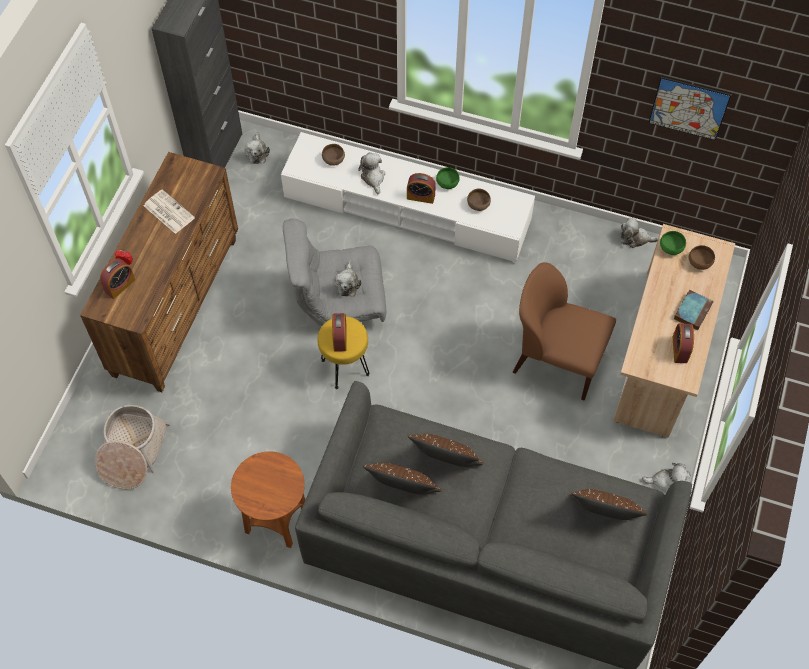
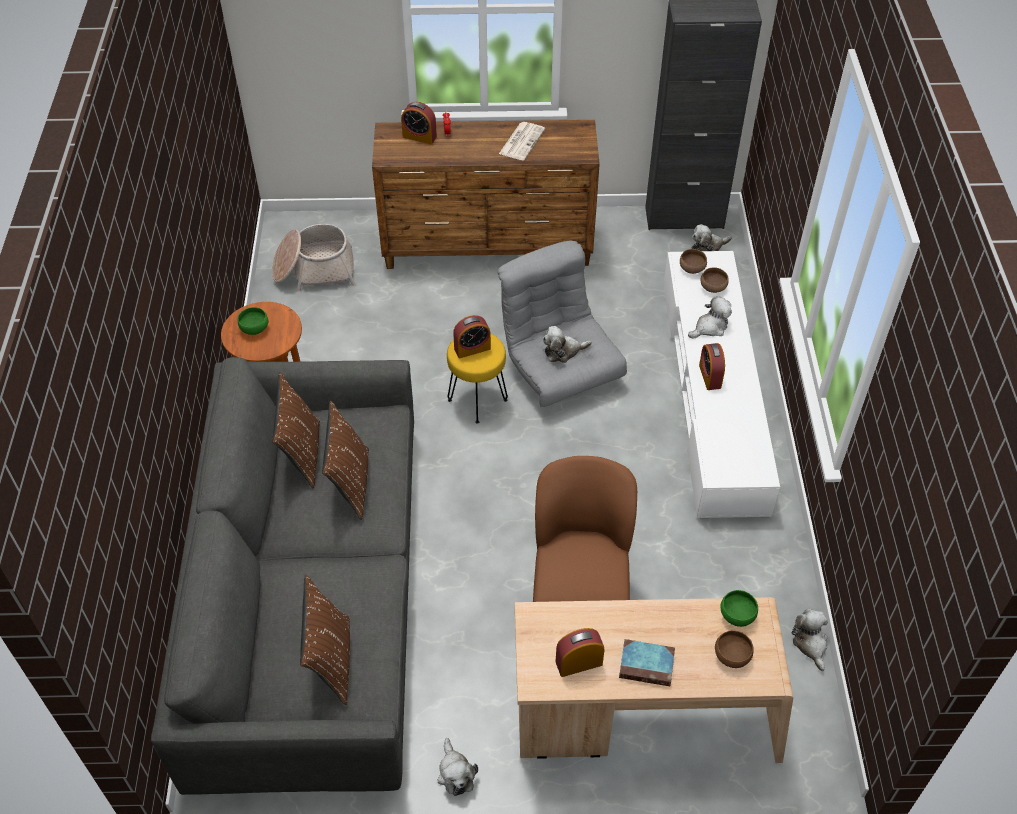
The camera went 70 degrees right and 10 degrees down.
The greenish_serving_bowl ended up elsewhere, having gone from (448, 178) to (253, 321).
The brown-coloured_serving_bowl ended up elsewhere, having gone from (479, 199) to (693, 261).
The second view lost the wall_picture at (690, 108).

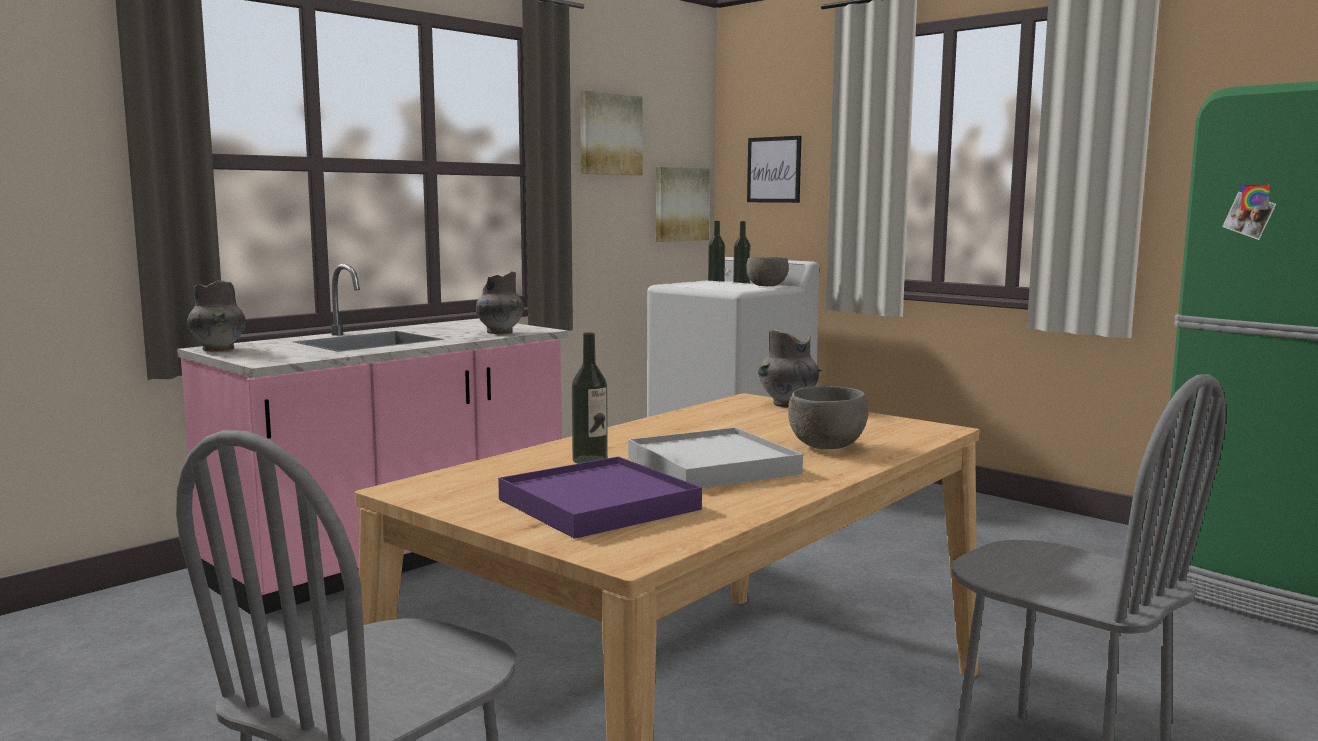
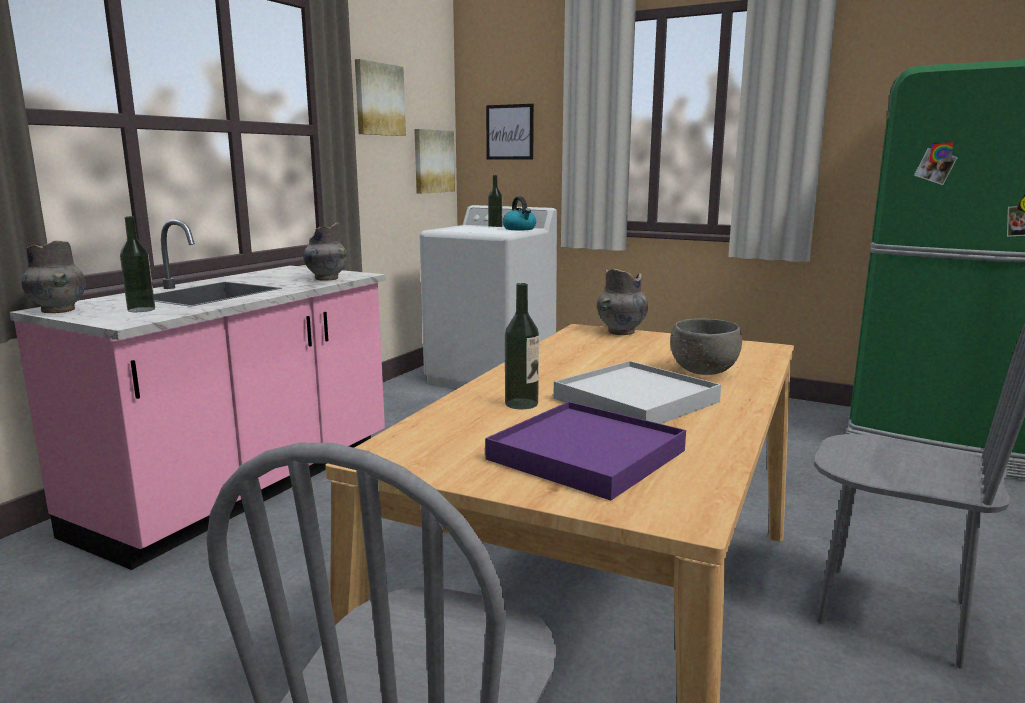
The camera went 15 degrees left and 5 degrees up.
The bottle ended up elsewhere, having gone from (716, 252) to (137, 264).
Where the greyish_serving_bowl stood at (767, 271), the kettle came to stand at (519, 213).

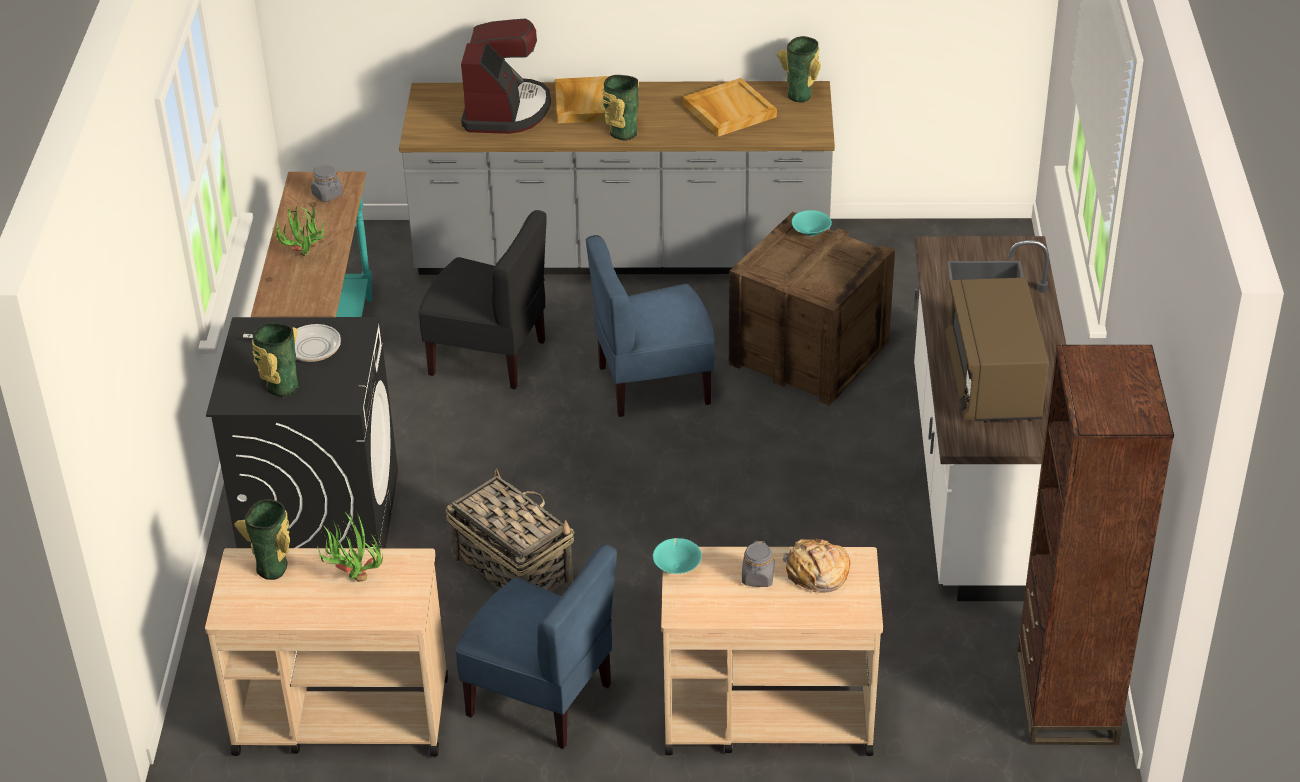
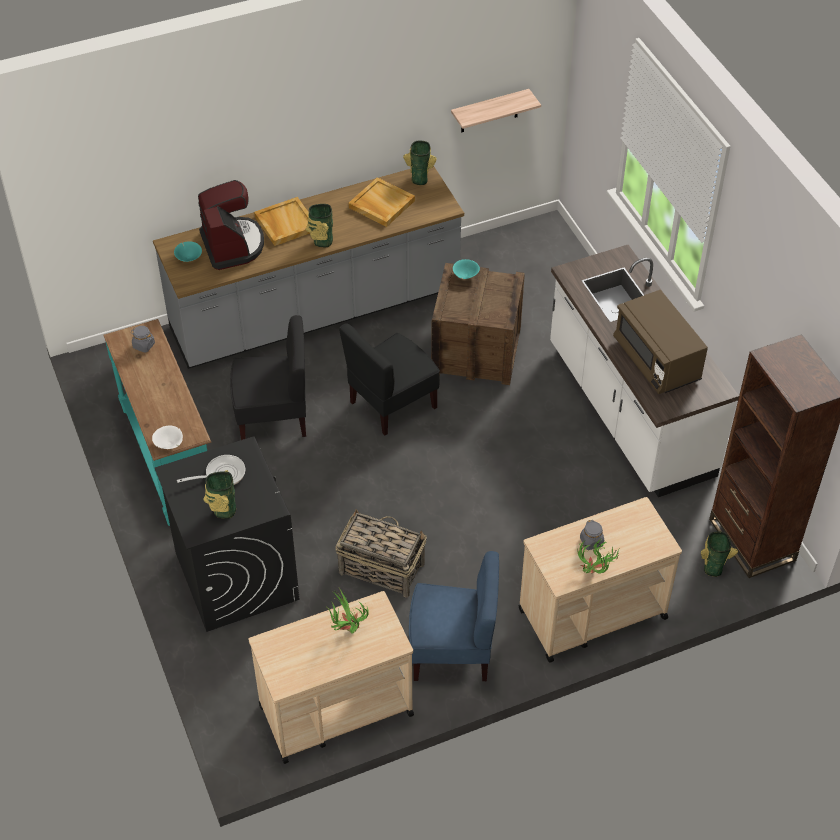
The camera went 25 degrees left and 10 degrees up.
The second view gained the white-coloured_serving_bowl at (167, 437).
The turquoise_serving_bowl ended up elsewhere, having gone from (677, 556) to (188, 251).
What was the blue_upright_chair at (650, 326) turned into the blackish_upright_chair at (389, 379).
The second view gained the shelf at (496, 110).
The houseplant ended up elsewhere, having gone from (299, 230) to (599, 556).
The flower_vase ended up elsewhere, having gone from (262, 539) to (719, 554).
The second view lost the baked_bread at (816, 566).

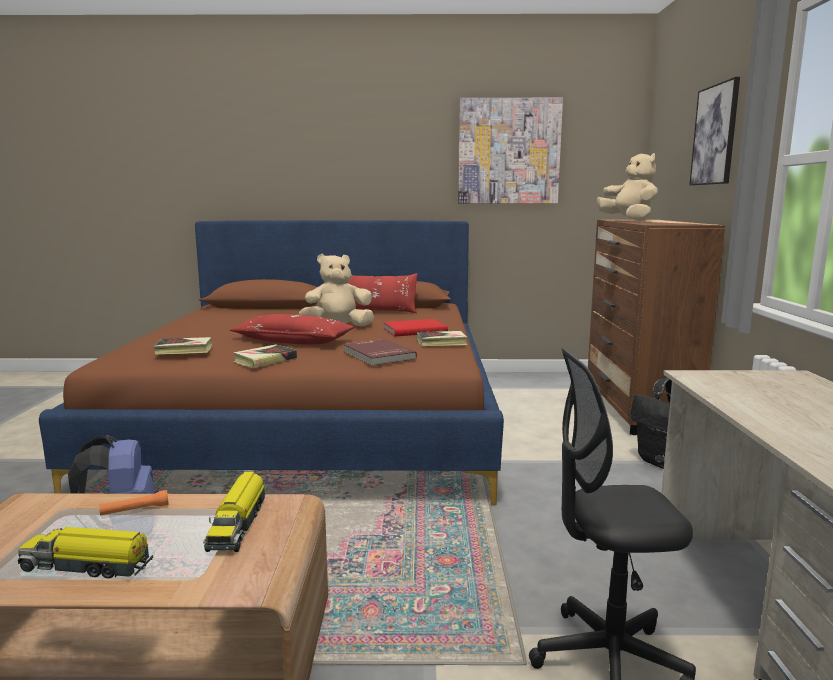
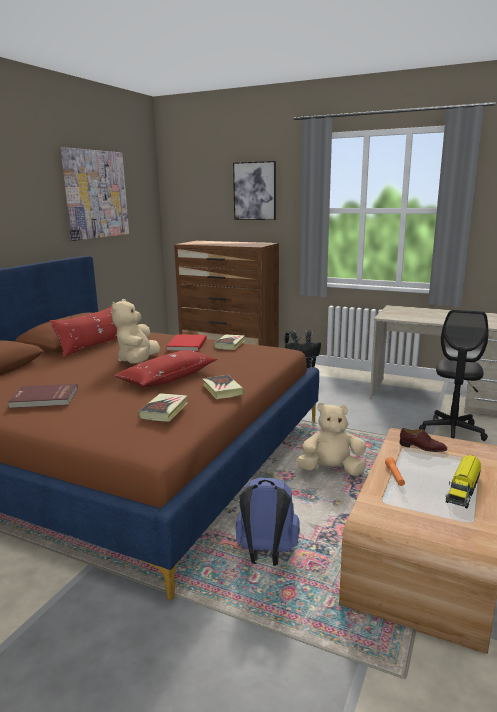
The camera went 65 degrees left and 5 degrees up.
The red_volume ended up elsewhere, having gone from (380, 352) to (43, 396).
The beige-coloured_soft_toy ended up elsewhere, having gone from (627, 187) to (331, 439).
Where the toy_truck stood at (234, 511), the brown-coloured_item_of_footwear came to stand at (423, 440).

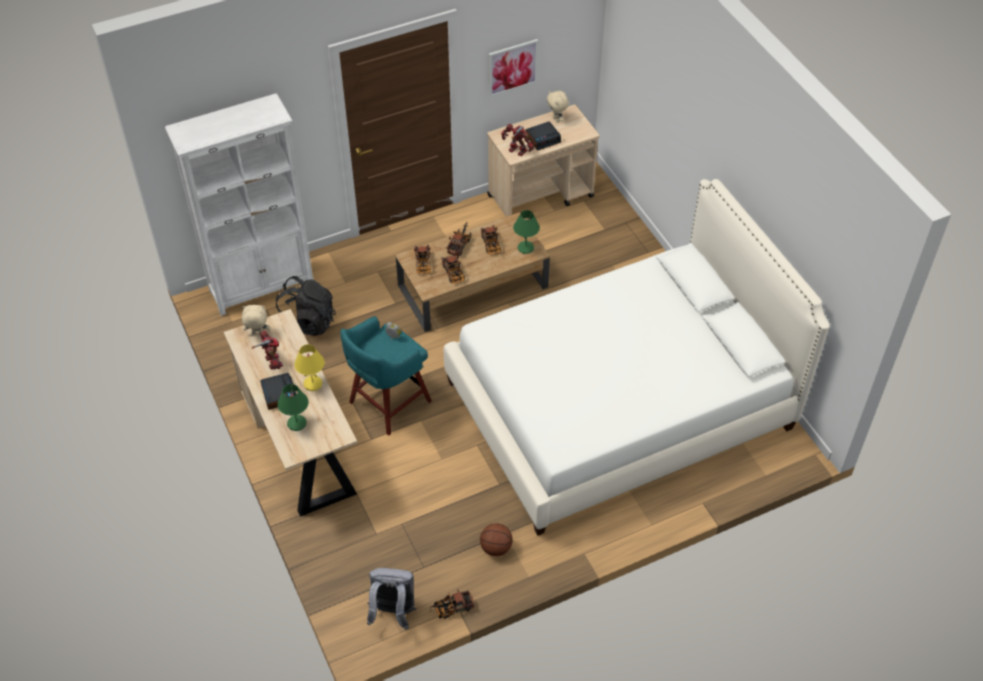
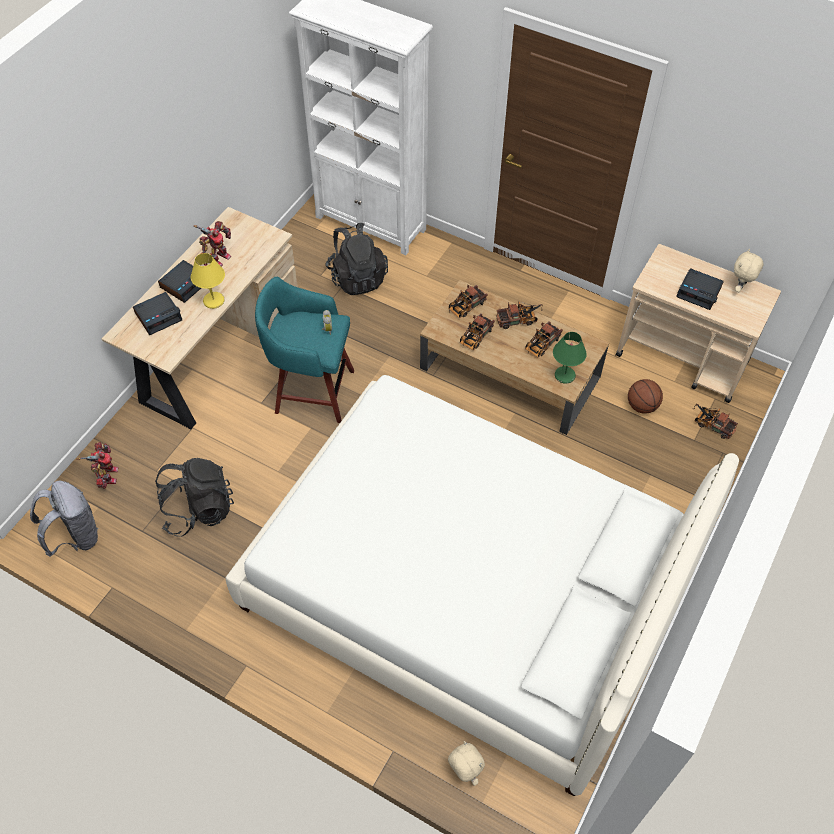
The camera went 55 degrees right and 5 degrees up.
The model_robot ended up elsewhere, having gone from (517, 139) to (97, 465).
Where the greenish_lamp_for_a_table stood at (293, 407), the table_clock came to stand at (157, 313).
The second view gained the blackish_backpack at (194, 497).
The beige-coloured_soft_toy ended up elsewhere, having gone from (256, 320) to (466, 763).
The basketball ended up elsewhere, having gone from (496, 539) to (645, 396).
The toy_truck ended up elsewhere, having gone from (452, 604) to (716, 421).
The second view lost the wall_picture at (514, 68).

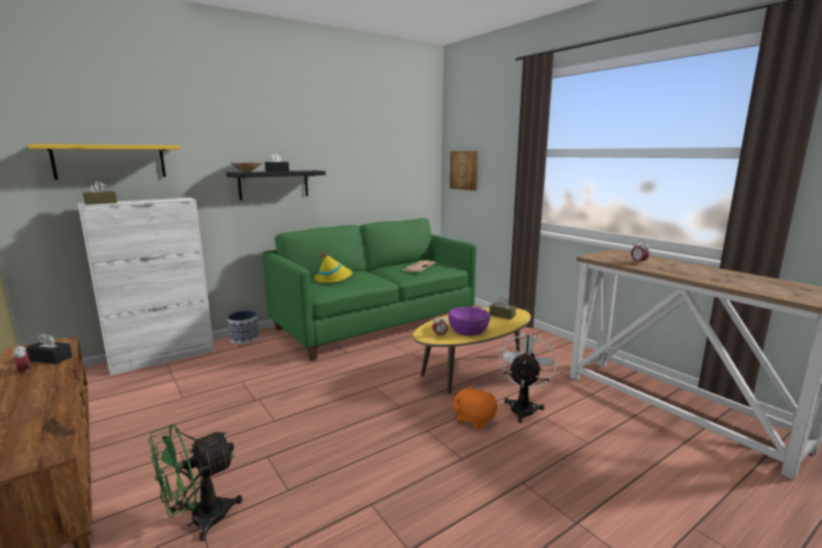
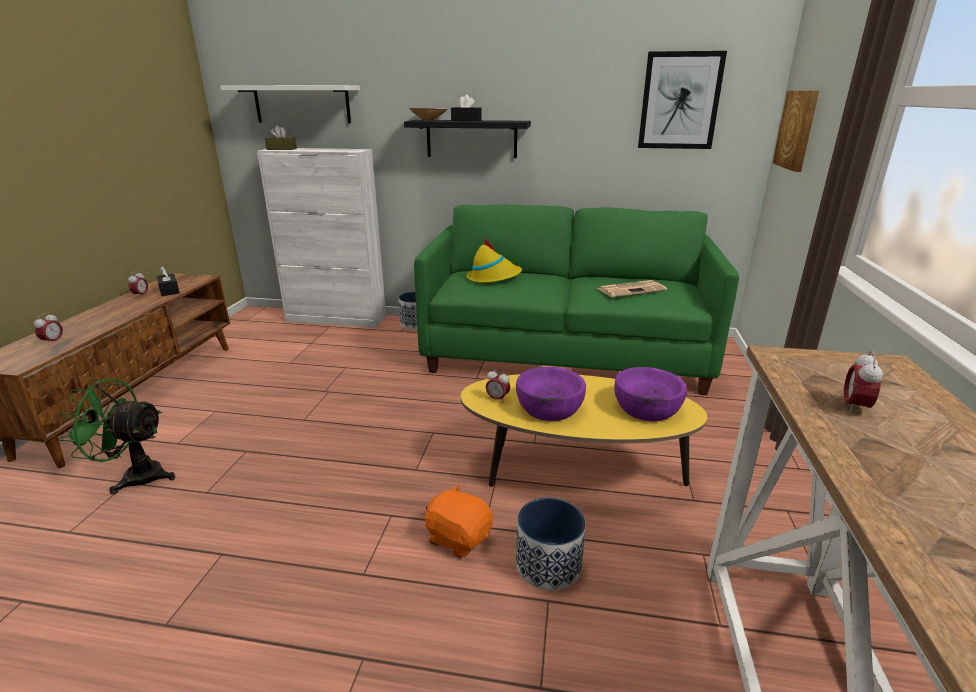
The camera went 45 degrees right and 10 degrees up.
The second view gained the table_clock at (48, 329).
What was the yellow_shelf at (104, 162) turned into the white-coloured_shelf at (290, 104).
The orange-coloured_soft_toy at (474, 407) ended up facing another way, 45 degrees counterclockwise from before.
Where the white-coloured_fan stood at (528, 377), the flower_pot came to stand at (551, 544).
Where the brown-coloured_box_of_tissues stood at (502, 308), the purplish_serving_bowl came to stand at (650, 394).
The second view gained the wall_picture at (682, 100).

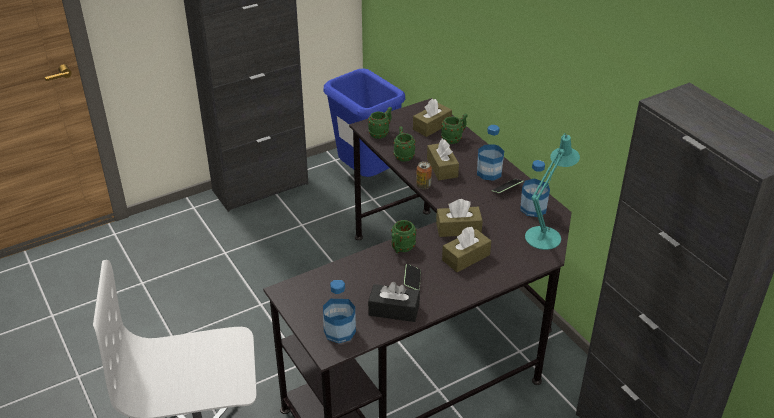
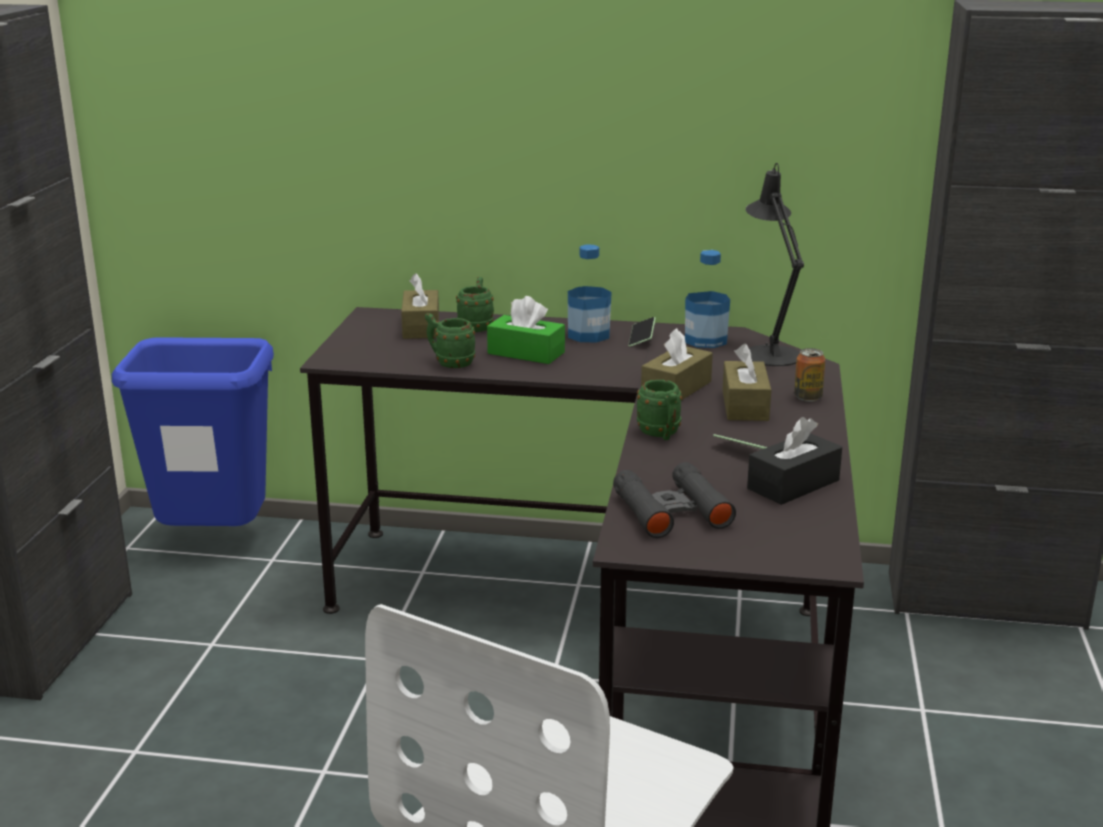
The camera went 50 degrees left and 15 degrees down.
What was the brown-coloured_box_of_tissues at (443, 159) turned into the greenish_box_of_tissues at (526, 330).
The second view gained the blackish_field_glasses at (674, 500).
What was the turquoise_lamp_for_a_table at (552, 191) turned into the blackish_lamp_for_a_table at (774, 264).
The sealed_can ended up elsewhere, having gone from (424, 175) to (809, 375).
The second view lost the bottle at (339, 311).
The second view lost the greenish_tea_mug at (380, 123).

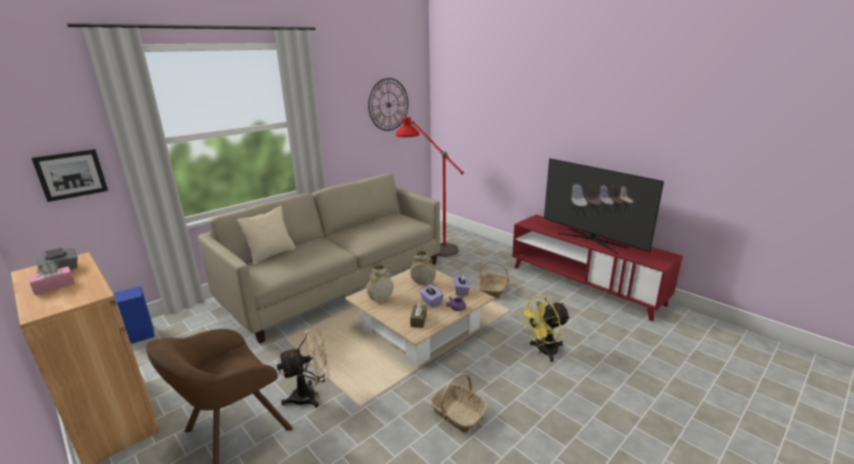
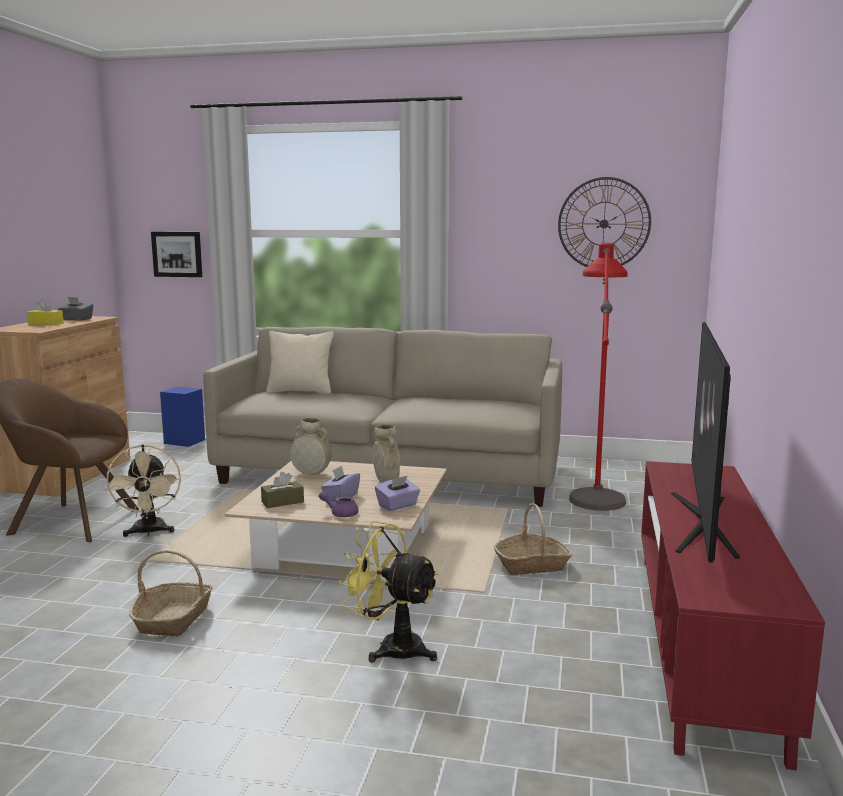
The camera went 55 degrees right and 10 degrees down.
What was the pink_box_of_tissues at (51, 278) turned into the yellow_box_of_tissues at (45, 312).
The beige-coloured_fan at (303, 368) ended up facing another way, 45 degrees clockwise from before.

